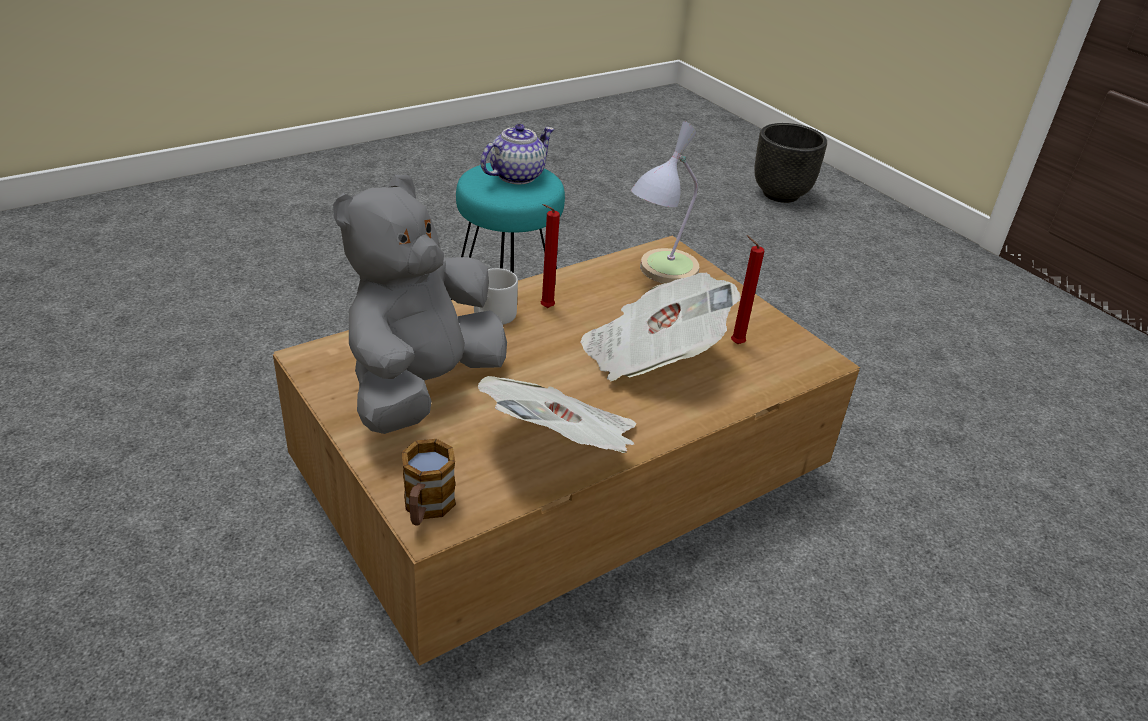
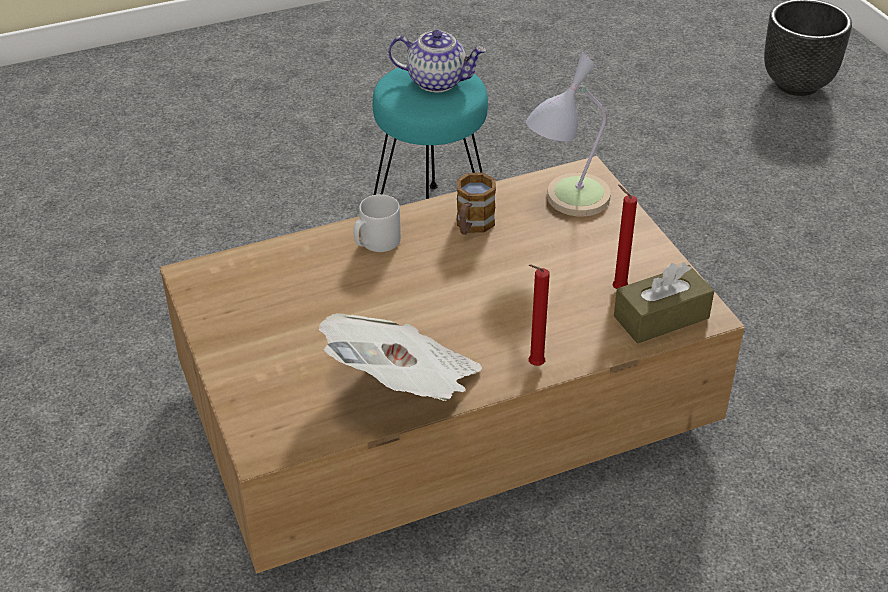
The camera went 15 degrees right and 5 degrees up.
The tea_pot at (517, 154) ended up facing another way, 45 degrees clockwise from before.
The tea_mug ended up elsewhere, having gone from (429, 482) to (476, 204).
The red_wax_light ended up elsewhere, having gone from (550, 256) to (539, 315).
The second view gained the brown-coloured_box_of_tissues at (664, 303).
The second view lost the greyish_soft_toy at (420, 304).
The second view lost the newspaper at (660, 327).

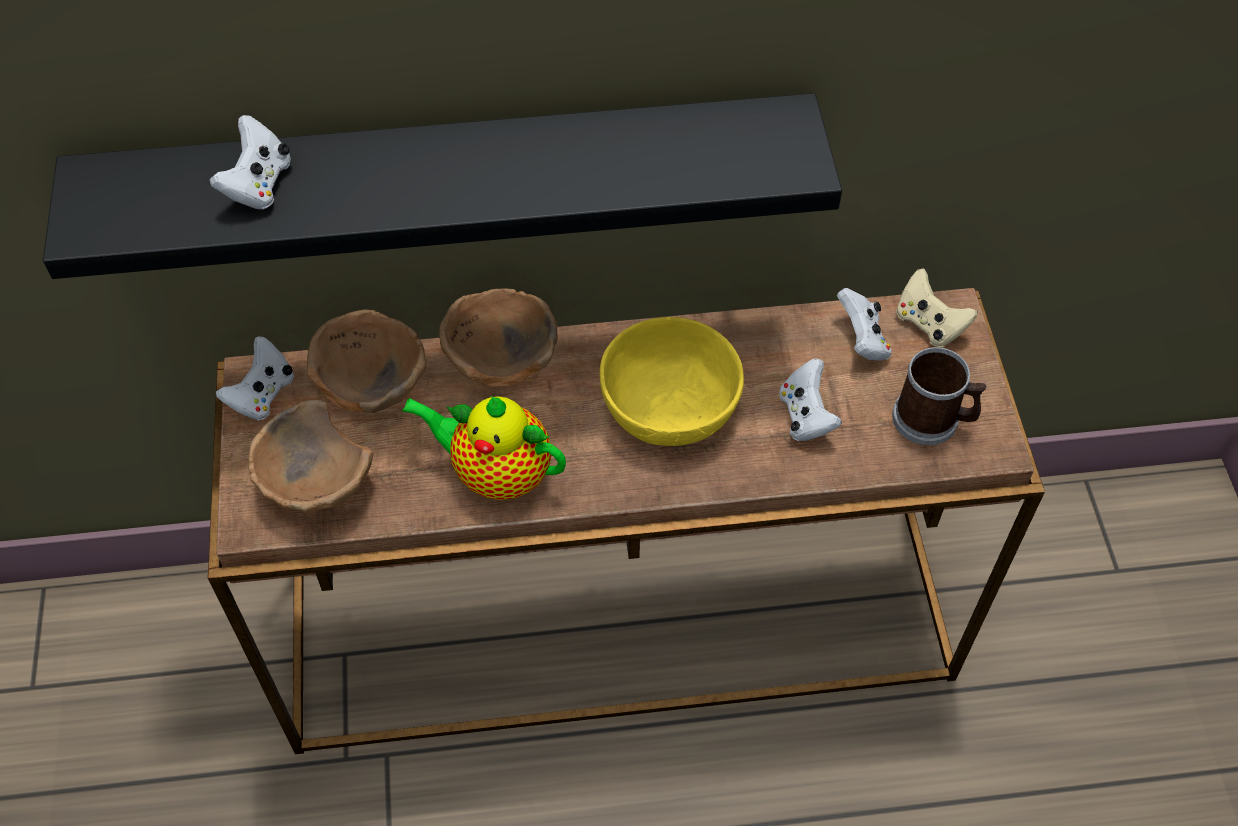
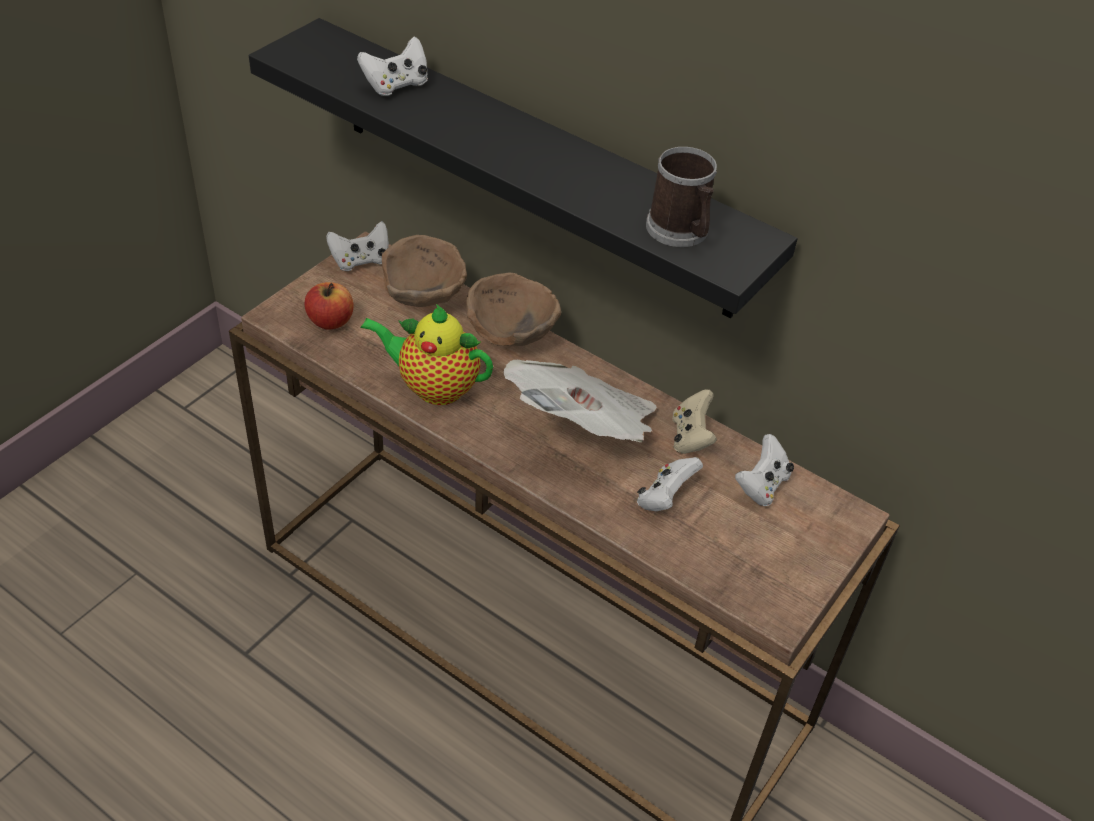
The camera went 40 degrees right and 10 degrees down.
Where the brown-coloured_serving_bowl stood at (310, 457), the apple_fruit came to stand at (329, 306).
The tea_pot at (484, 448) ended up facing another way, 45 degrees counterclockwise from before.
Where the yellow_serving_bowl stood at (672, 381), the newspaper came to stand at (580, 401).
The tea_mug ended up elsewhere, having gone from (939, 396) to (681, 197).
The beige-coloured_gamepad ended up elsewhere, having gone from (936, 308) to (694, 421).

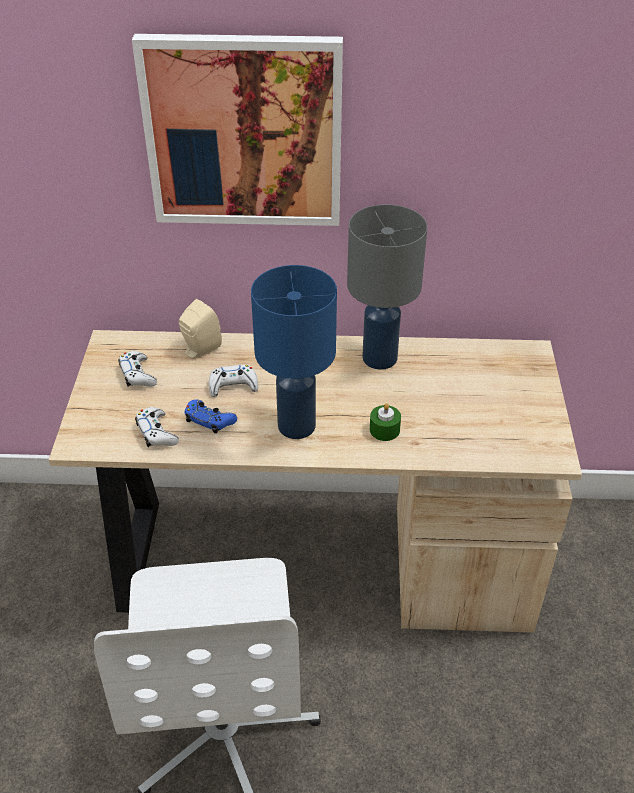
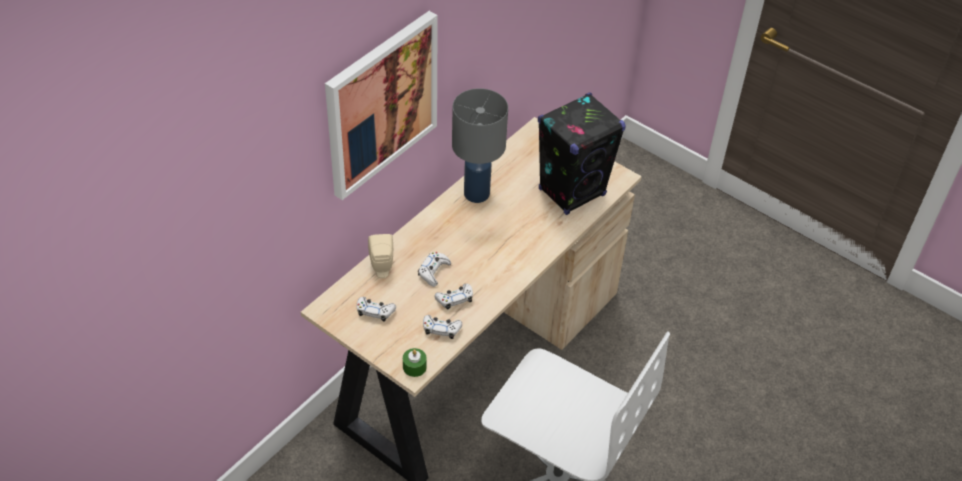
The camera went 55 degrees left and 5 degrees up.
The greenish_wax_light ended up elsewhere, having gone from (385, 422) to (415, 362).
What was the blue_gamepad at (210, 417) turned into the white-coloured_gamepad at (453, 297).
The second view gained the blackish_speaker at (582, 153).
The second view lost the blue_lamp_for_a_table at (294, 352).

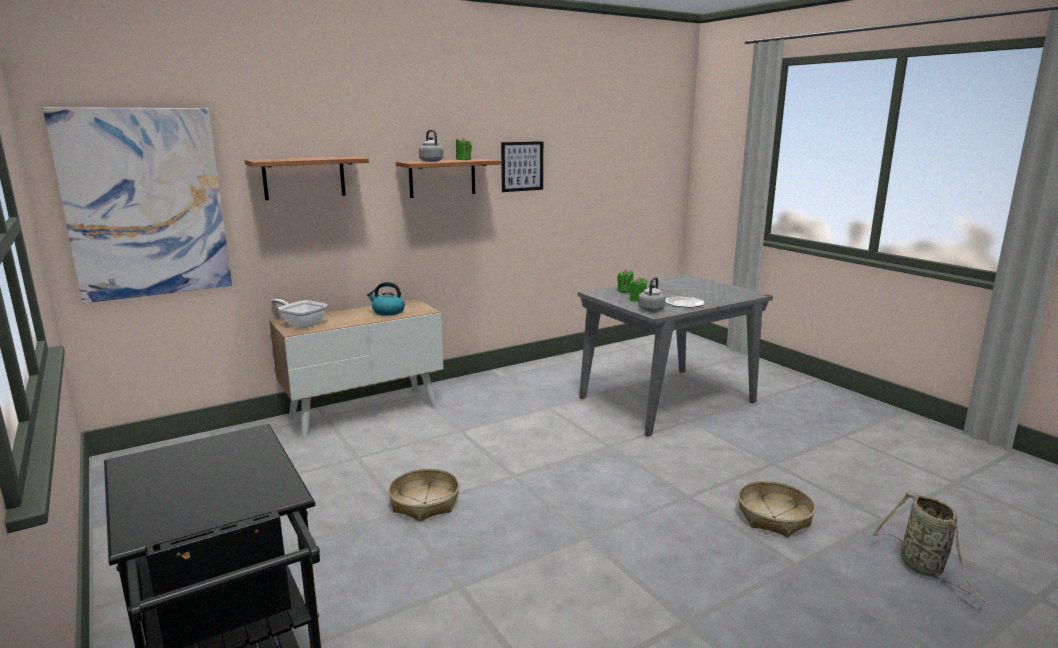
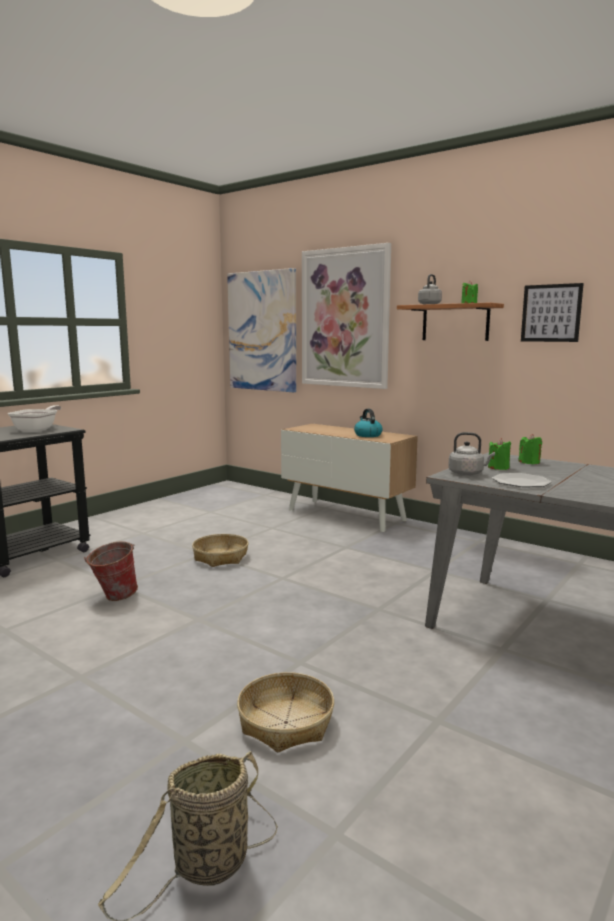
The camera went 70 degrees right and 5 degrees down.
The frying_pan ended up elsewhere, having gone from (298, 313) to (34, 418).
The second view gained the pail at (111, 571).
Where the shelf hung at (307, 178), the wall_picture came to hang at (346, 316).

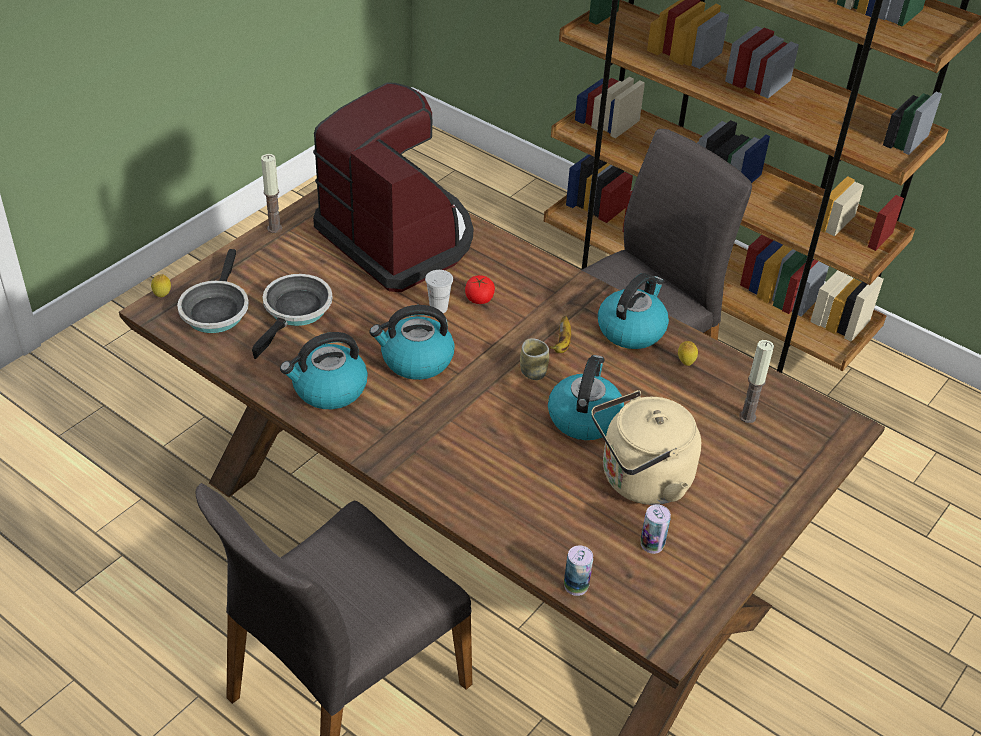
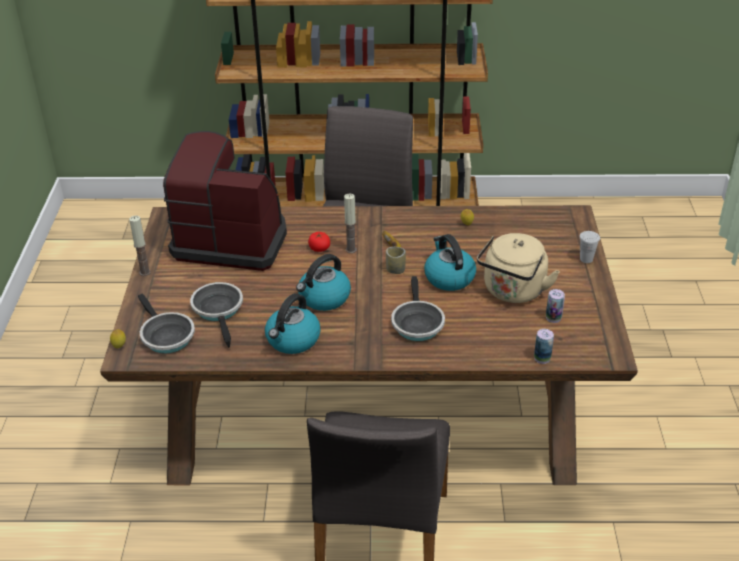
The camera went 35 degrees left and 5 degrees down.
The wax_light ended up elsewhere, having gone from (756, 381) to (350, 223).
The second view gained the frying_pan at (418, 308).
The white-coloured_drinking_cup ended up elsewhere, having gone from (439, 291) to (589, 247).
The second view lost the kettle at (633, 311).

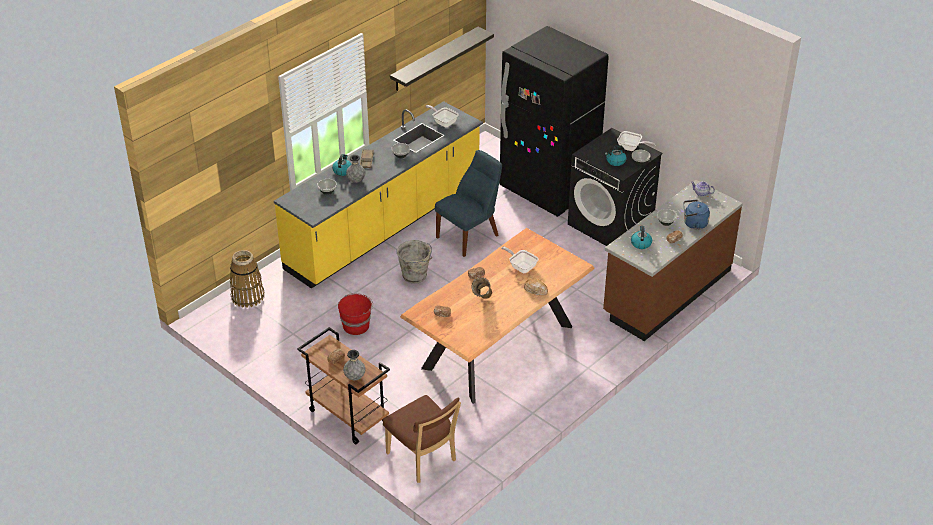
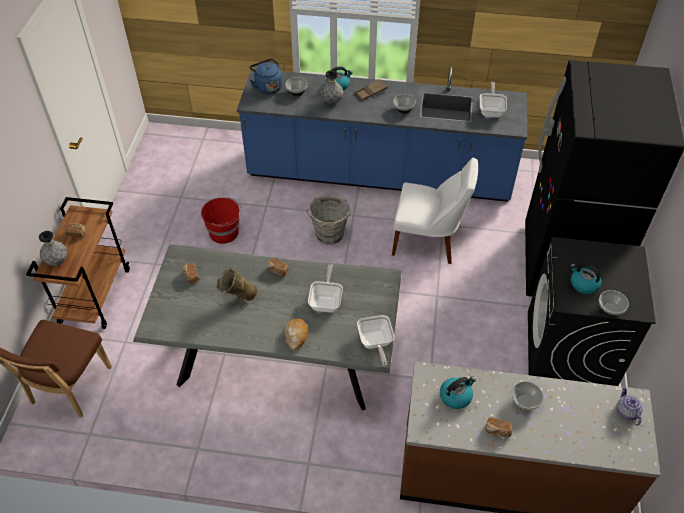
The camera went 55 degrees right and 10 degrees up.
What was the brown-coloured_dinner_table at (497, 316) turned into the greyish_dinner_table at (267, 327).
What was the yellow_kitchen_counter at (378, 195) turned into the blue_kitchen_counter at (382, 134).
The blue_kettle ended up elsewhere, having gone from (696, 214) to (266, 76).
The frying_pan ended up elsewhere, having gone from (636, 141) to (375, 341).
What was the blue_upright_chair at (468, 203) turned into the white-coloured_upright_chair at (435, 211).
The second view lost the basket at (247, 279).
The second view lost the shelf at (442, 59).

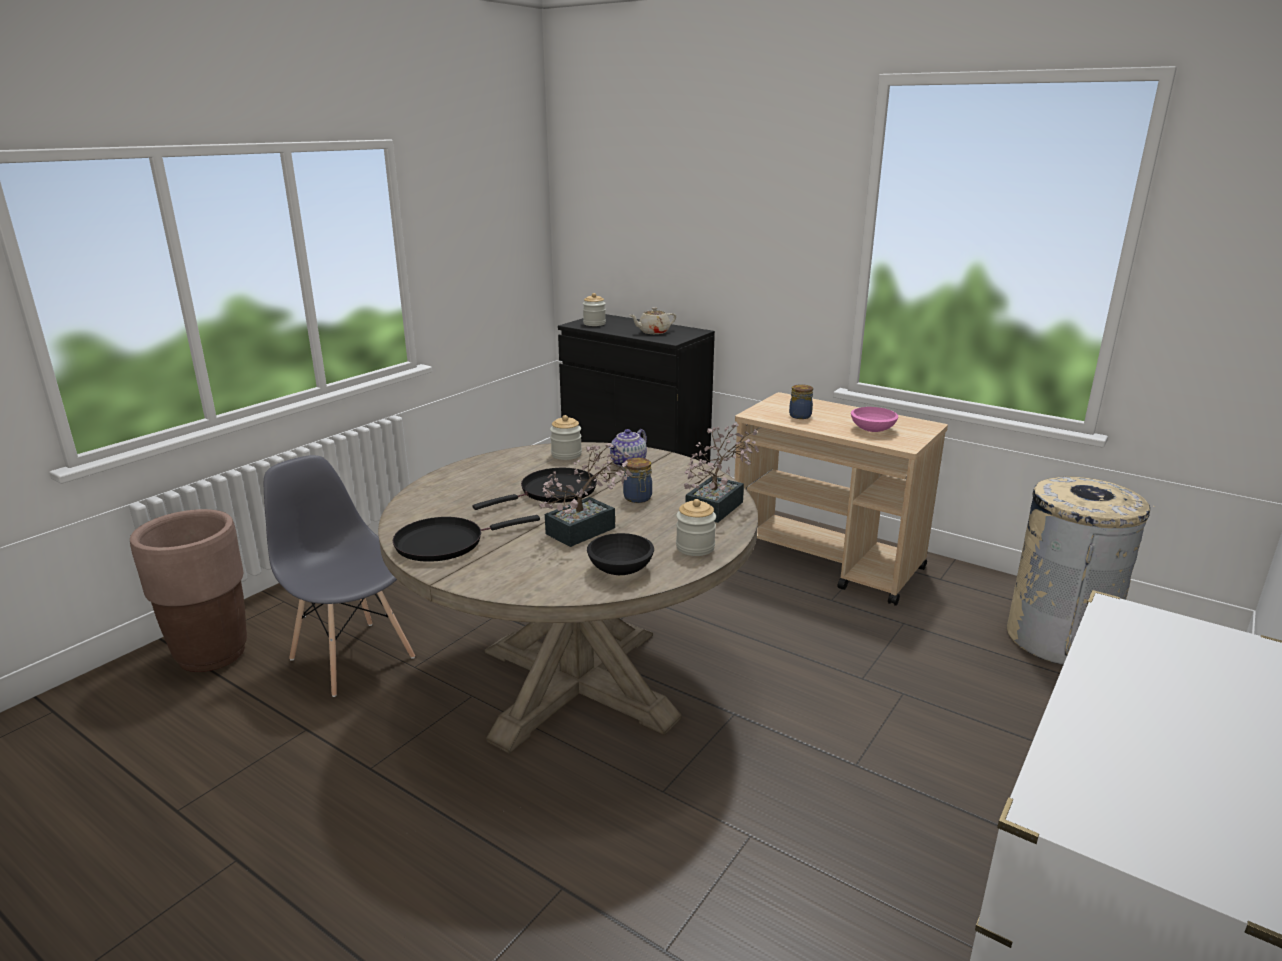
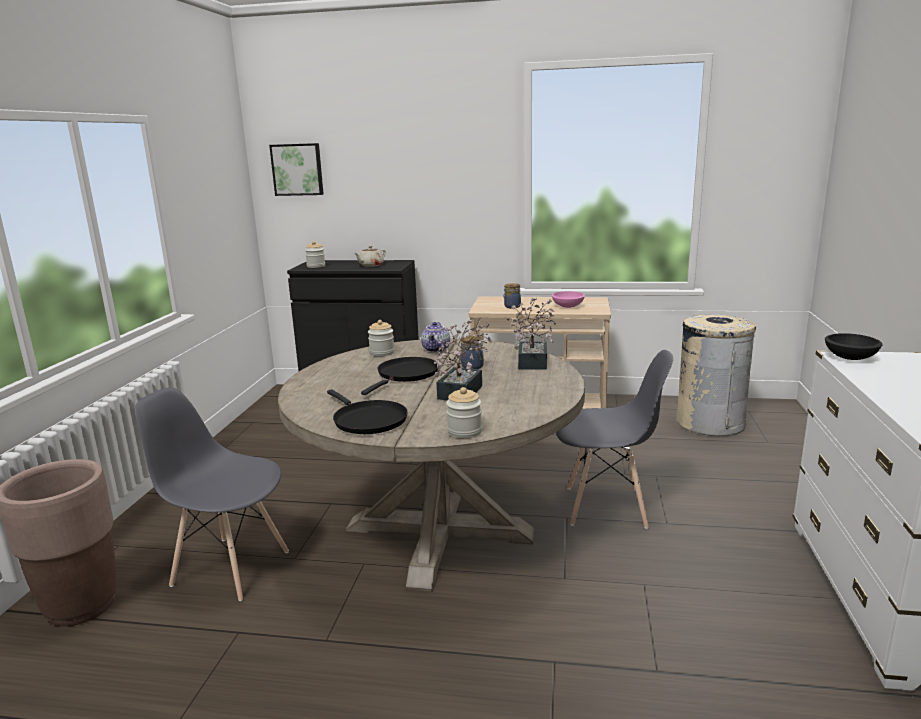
The camera went 25 degrees left and 5 degrees down.
The second view gained the wall_picture at (296, 169).
The blackish_frying_pan at (466, 538) ended up facing another way, 75 degrees counterclockwise from before.
The storage_jar ended up elsewhere, having gone from (696, 527) to (464, 412).
The second view gained the greyish_upright_chair at (615, 439).
The blackish_serving_bowl ended up elsewhere, having gone from (620, 554) to (854, 346).

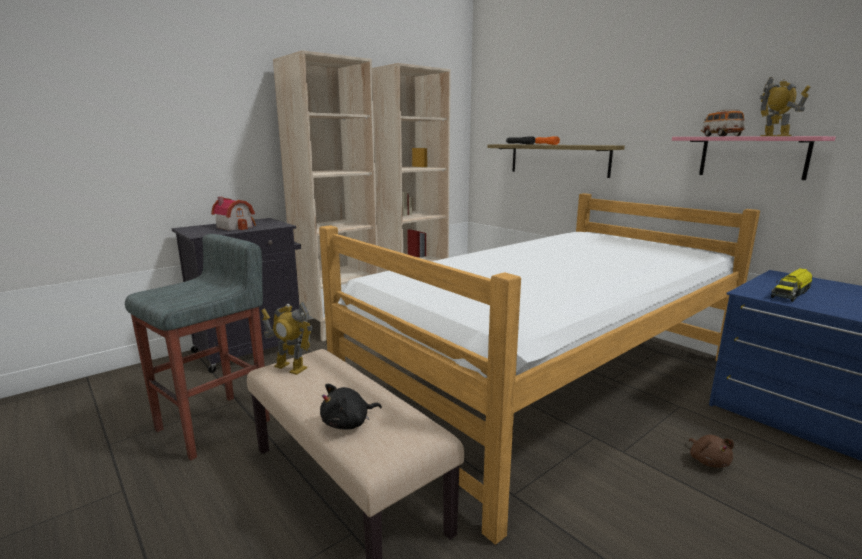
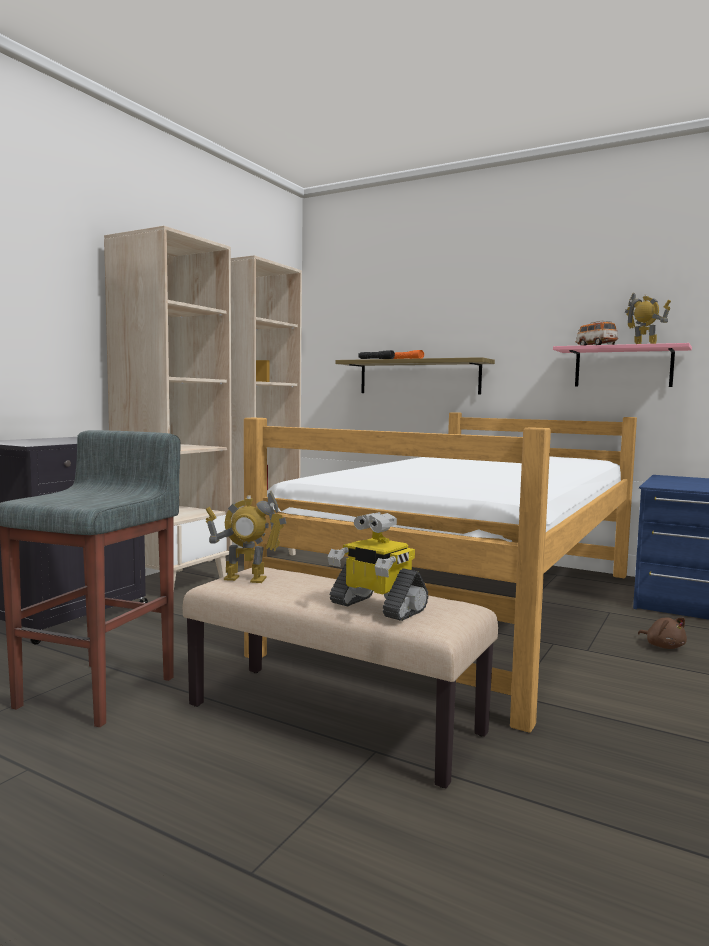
The camera went 20 degrees left and 10 degrees down.
Where the blackish_soft_toy stood at (351, 407), the model_robot came to stand at (378, 566).
The second view lost the toy_house at (233, 214).
The second view lost the toy_truck at (791, 285).

